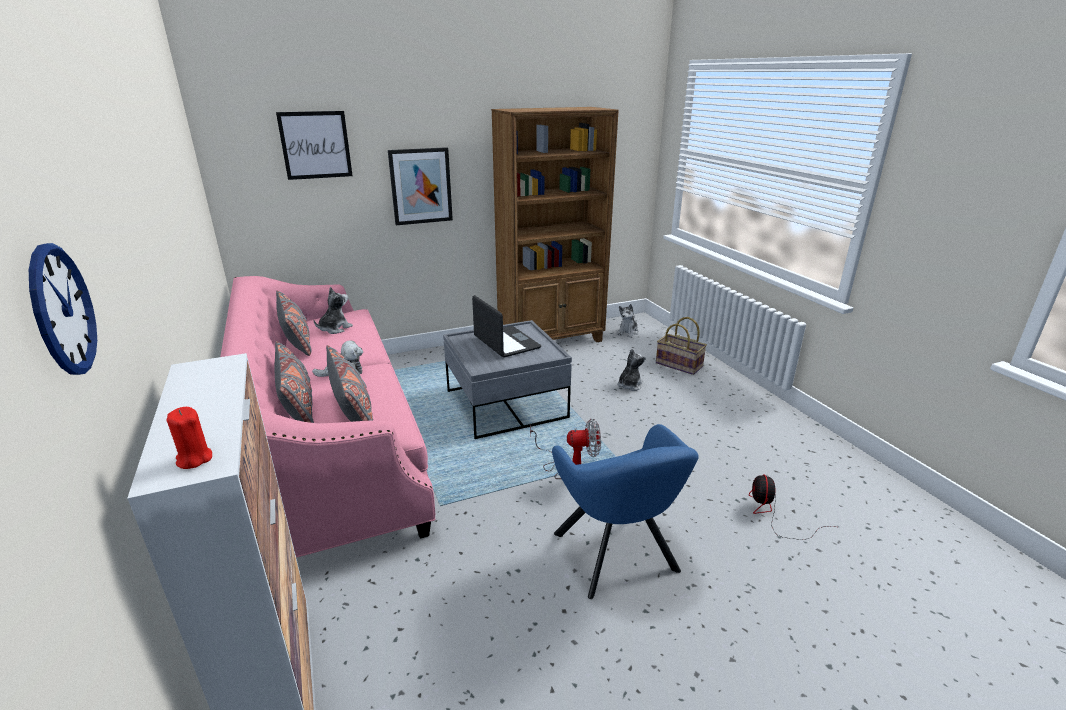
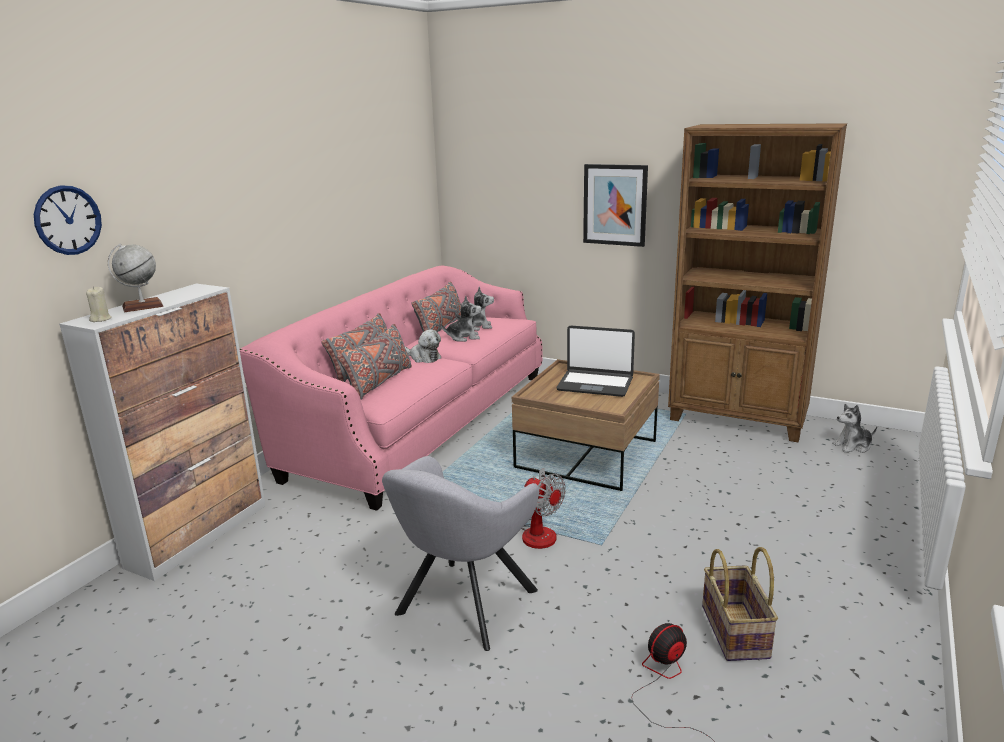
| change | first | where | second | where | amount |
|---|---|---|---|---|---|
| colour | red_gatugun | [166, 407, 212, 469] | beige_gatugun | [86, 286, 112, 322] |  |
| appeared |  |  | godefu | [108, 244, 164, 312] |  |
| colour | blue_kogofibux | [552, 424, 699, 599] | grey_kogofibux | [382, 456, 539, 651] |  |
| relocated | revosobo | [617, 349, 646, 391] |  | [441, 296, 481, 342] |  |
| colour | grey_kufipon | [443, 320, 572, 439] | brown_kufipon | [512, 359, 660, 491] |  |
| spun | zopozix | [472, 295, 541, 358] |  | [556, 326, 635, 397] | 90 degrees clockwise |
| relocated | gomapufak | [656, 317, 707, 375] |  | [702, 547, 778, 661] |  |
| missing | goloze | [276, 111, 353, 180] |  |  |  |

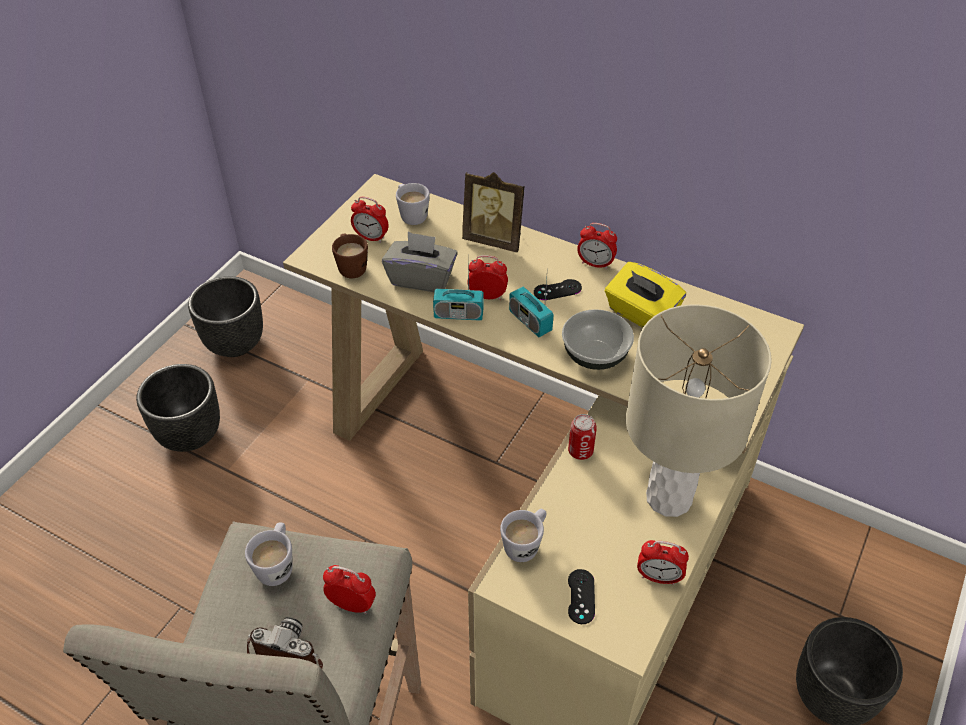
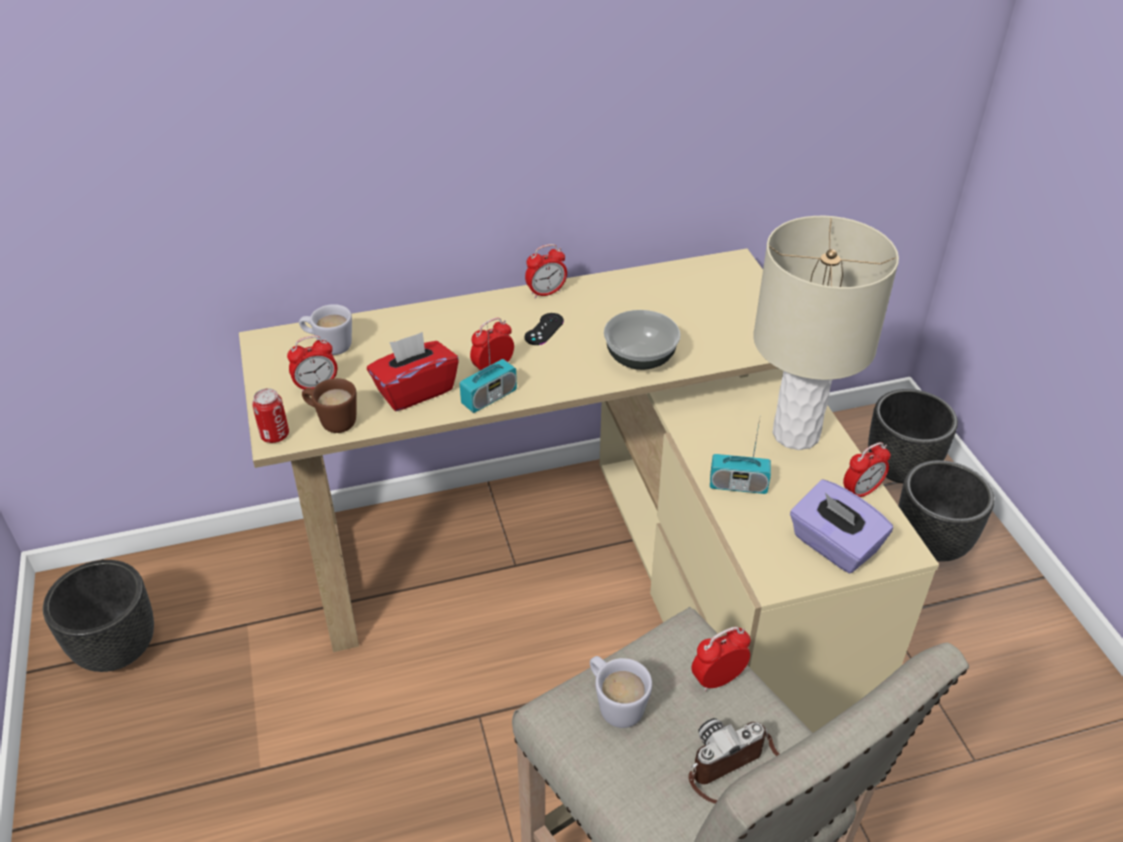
| change | first | where | second | where | amount |
|---|---|---|---|---|---|
| relocated | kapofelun | [568, 414, 597, 460] |  | [252, 388, 289, 443] |  |
| colour | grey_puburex | [382, 232, 458, 292] | red_puburex | [367, 332, 459, 411] |  |
| relocated | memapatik | [509, 268, 554, 337] |  | [710, 419, 771, 494] |  |
| exchanged | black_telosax | [568, 569, 595, 624] | purple_puburex | [790, 480, 893, 573] |  |
| relocated | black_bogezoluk | [136, 364, 220, 452] |  | [868, 389, 958, 483] |  |
| missing | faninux | [462, 172, 525, 252] |  |  |  |
| missing | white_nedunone | [500, 509, 547, 562] |  |  |  |
| missing | yellow_puburex | [605, 262, 686, 328] |  |  |  |

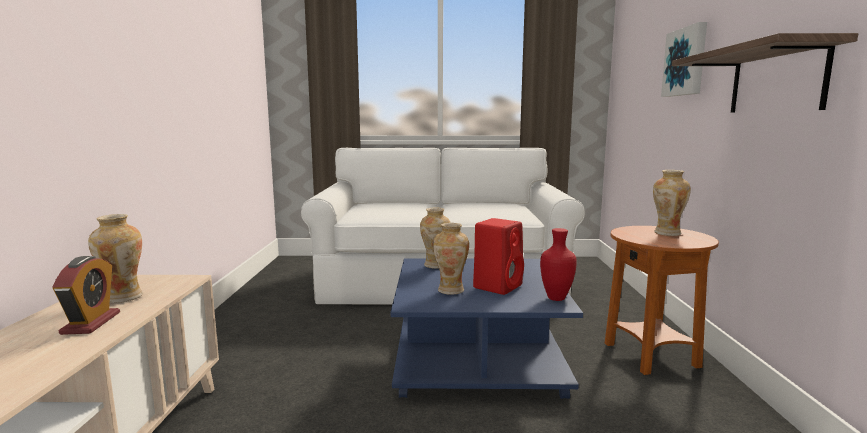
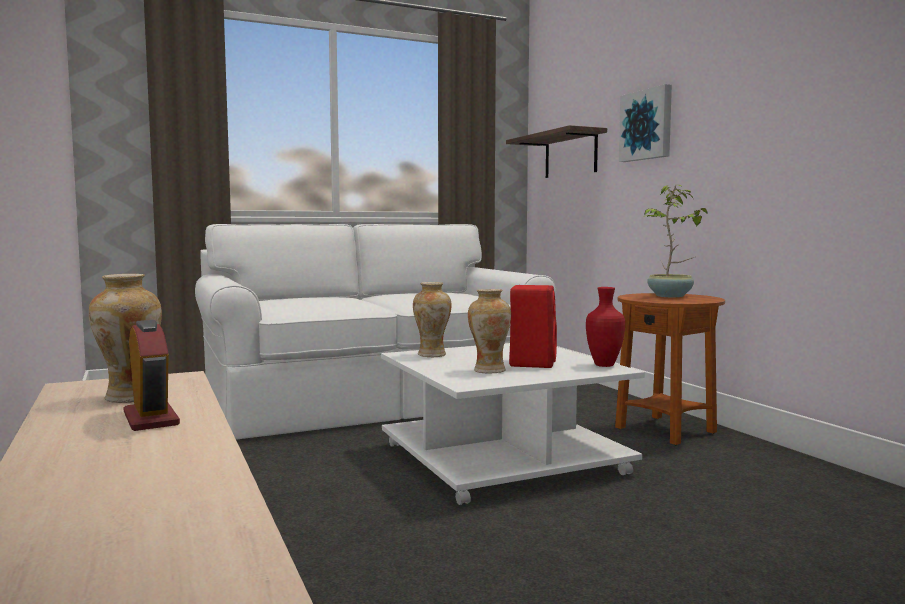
| change | first | where | second | where | amount |
|---|---|---|---|---|---|
| colour | blue_kufipon | [391, 258, 583, 399] | white_kufipon | [381, 343, 645, 505] |  |
| relocated | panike | [672, 33, 858, 113] |  | [506, 125, 607, 178] |  |
| exchanged | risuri | [653, 170, 691, 236] | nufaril | [643, 185, 707, 297] |  |

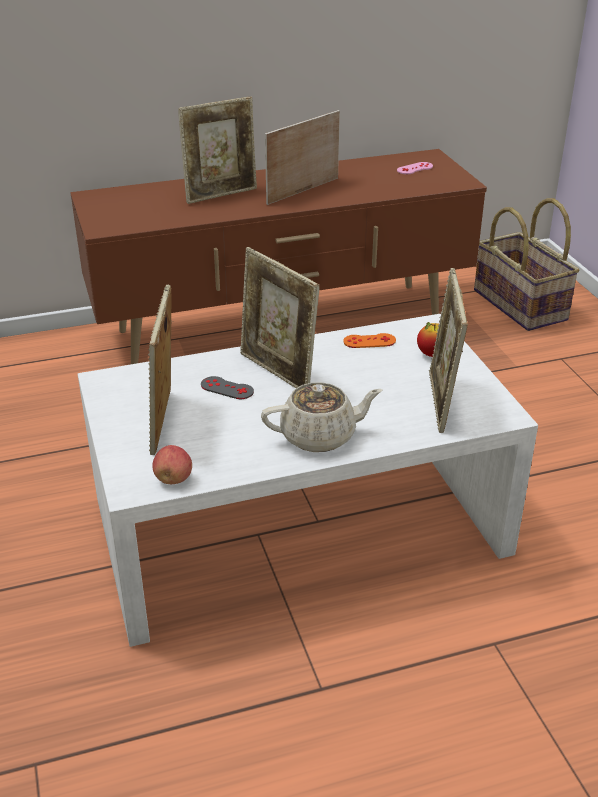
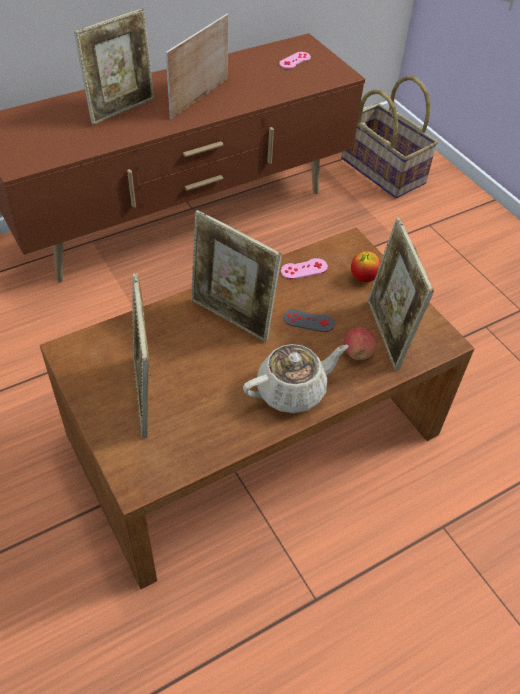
| change | first | where | second | where | amount |
|---|---|---|---|---|---|
| colour | white_kufipon | [78, 314, 538, 647] | brown_kufipon | [40, 228, 474, 589] |  |
| colour | orange_telosax | [343, 333, 396, 348] | pink_telosax | [281, 258, 328, 279] |  |
| relocated | grey_telosax | [201, 376, 254, 399] |  | [283, 309, 335, 332] |  |
| relocated | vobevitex | [152, 445, 192, 484] |  | [344, 328, 377, 360] |  |

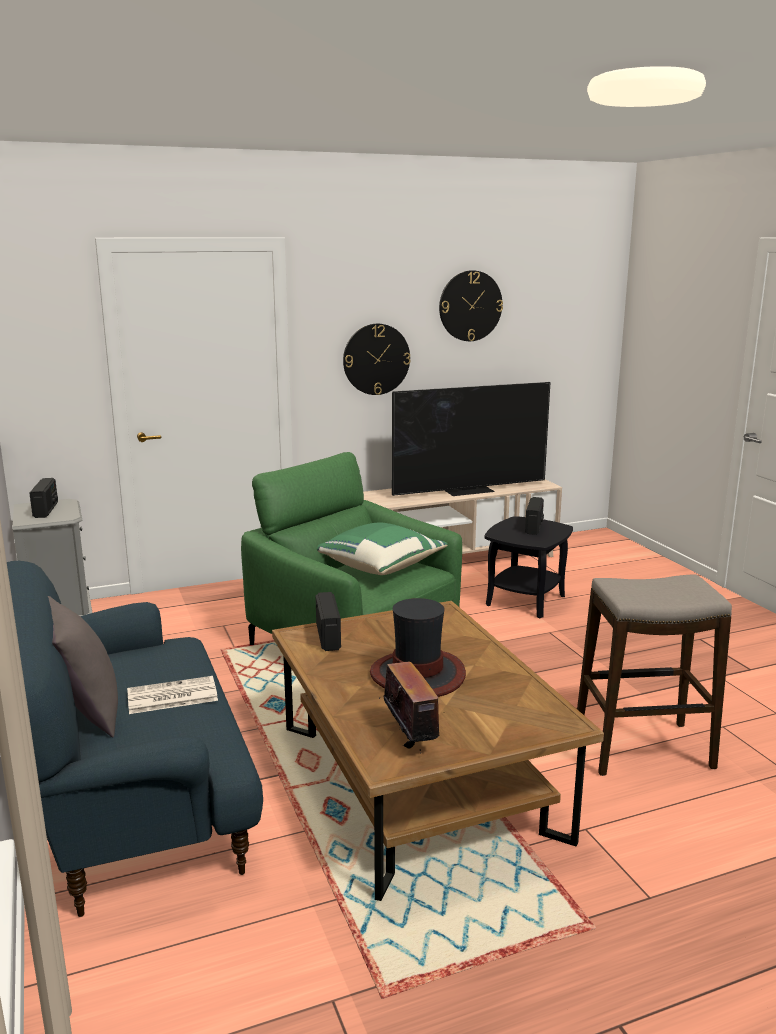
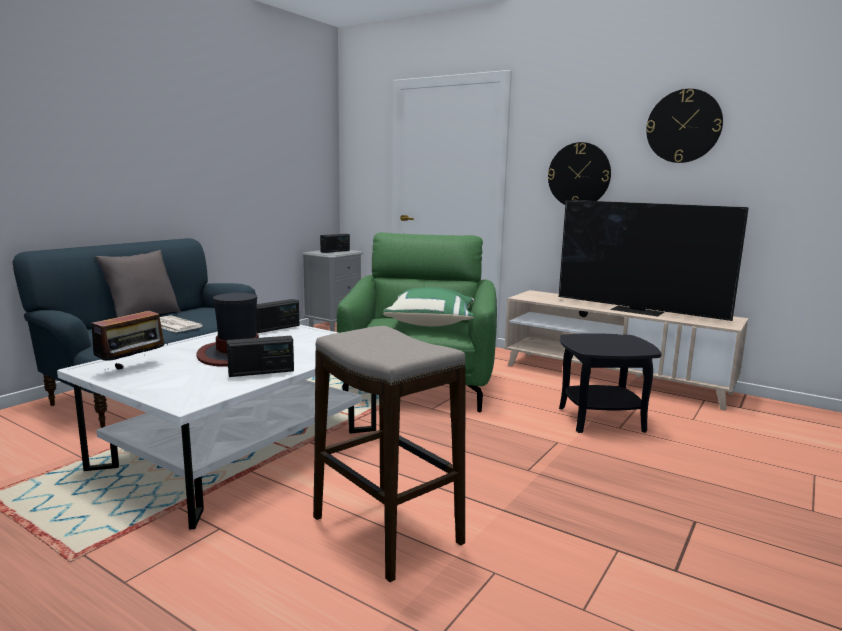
| change | first | where | second | where | amount |
|---|---|---|---|---|---|
| colour | brown_kufipon | [272, 601, 604, 901] | white_kufipon | [57, 324, 376, 529] |  |
| relocated | memapatik | [525, 497, 544, 535] |  | [227, 336, 294, 377] |  |

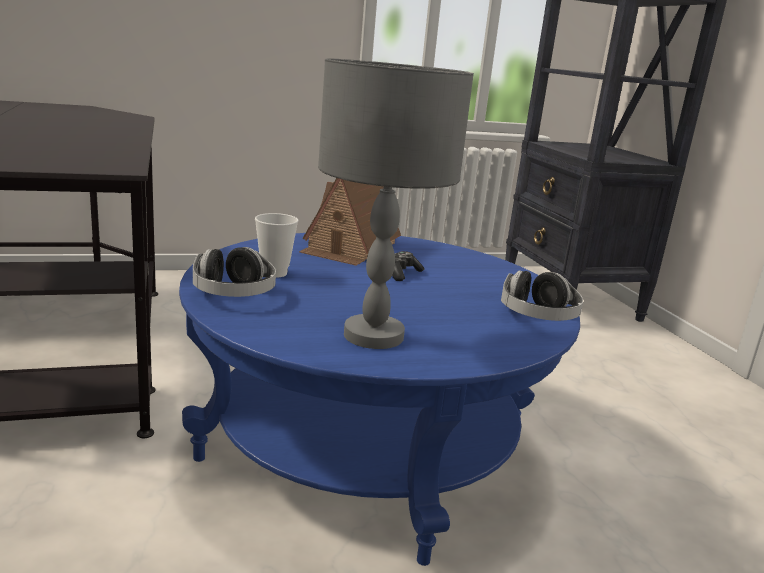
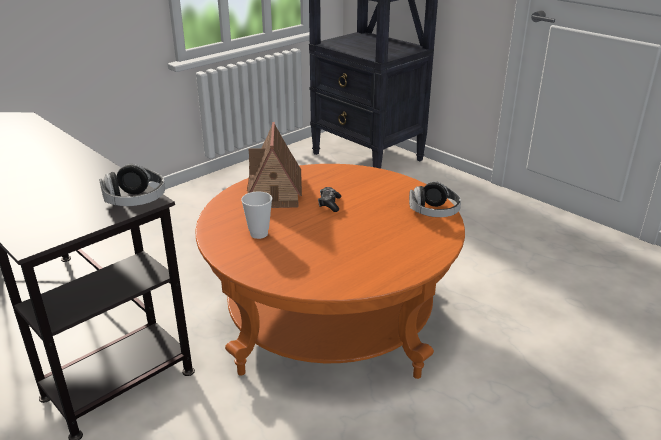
| change | first | where | second | where | amount |
|---|---|---|---|---|---|
| relocated | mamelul | [193, 247, 276, 297] |  | [99, 164, 165, 206] |  |
| colour | blue_kufipon | [179, 233, 580, 566] | orange_kufipon | [195, 164, 465, 379] |  |
| missing | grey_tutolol | [318, 58, 474, 349] |  |  |  |

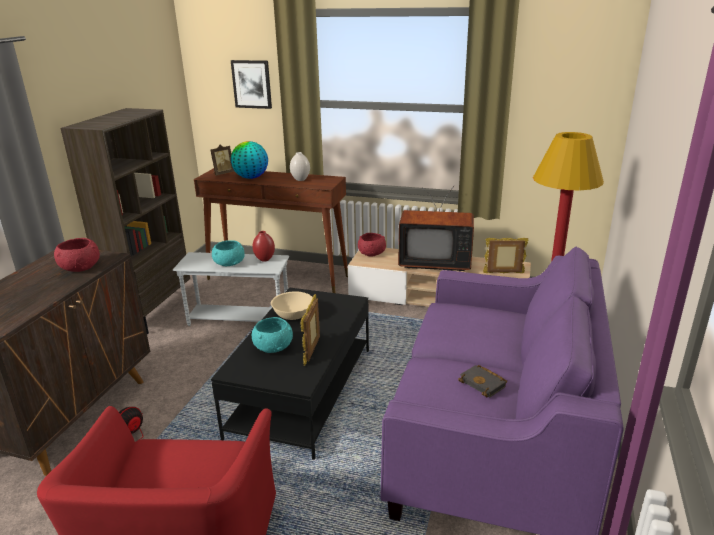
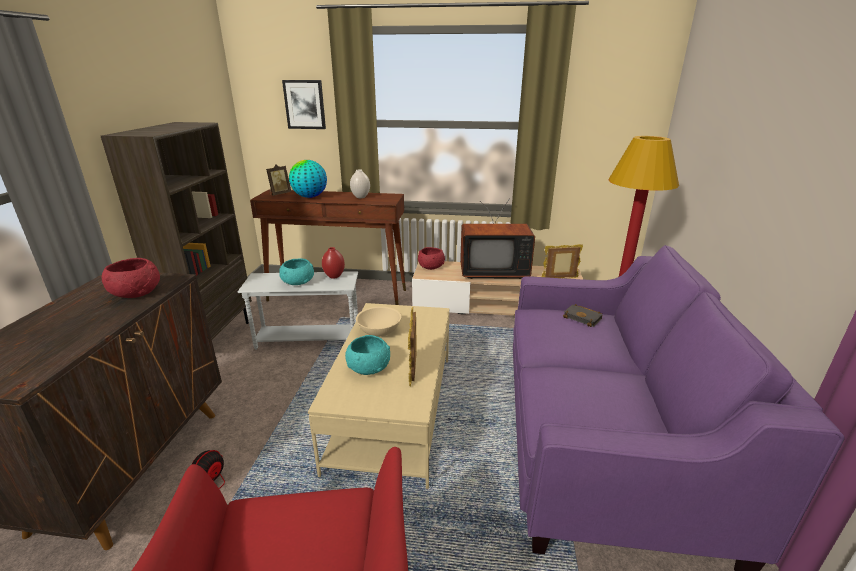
| change | first | where | second | where | amount |
|---|---|---|---|---|---|
| colour | black_kufipon | [211, 287, 369, 460] | beige_kufipon | [308, 303, 449, 489] |  |
| relocated | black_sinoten | [458, 365, 507, 397] |  | [563, 304, 603, 327] |  |

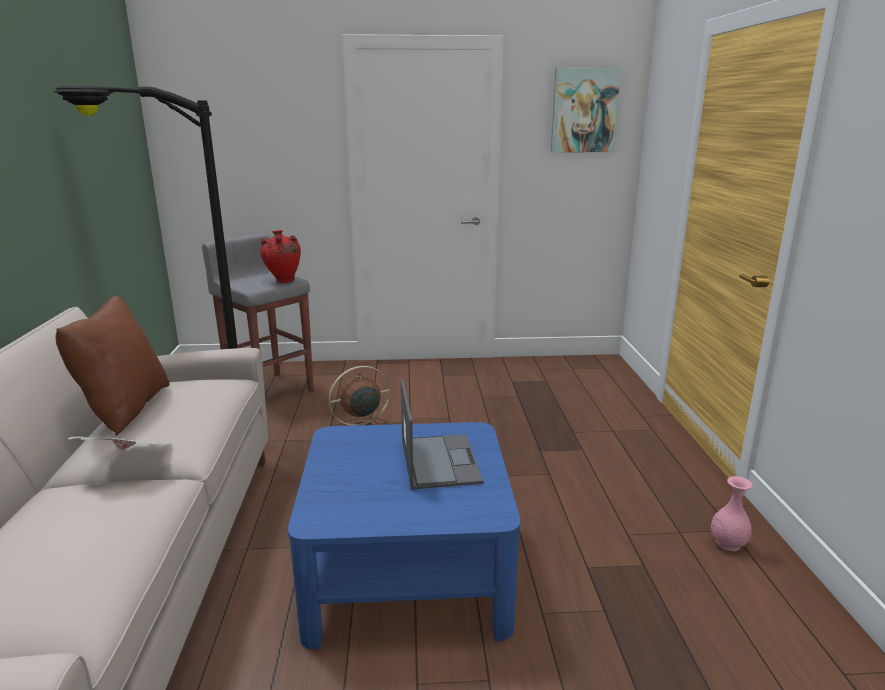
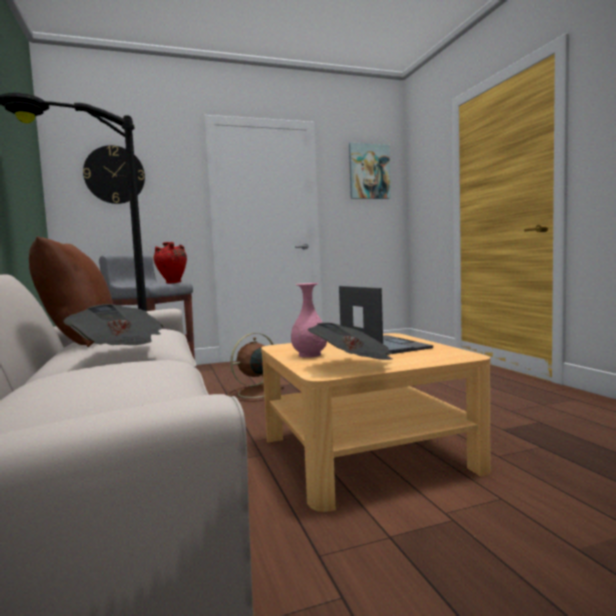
| change | first | where | second | where | amount |
|---|---|---|---|---|---|
| appeared |  |  | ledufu | [83, 145, 145, 204] |  |
| colour | blue_kufipon | [288, 422, 521, 649] | beige_kufipon | [261, 333, 491, 512] |  |
| relocated | pink_risuri | [711, 476, 753, 551] |  | [291, 283, 327, 358] |  |
| appeared |  |  | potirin | [308, 323, 393, 360] |  |

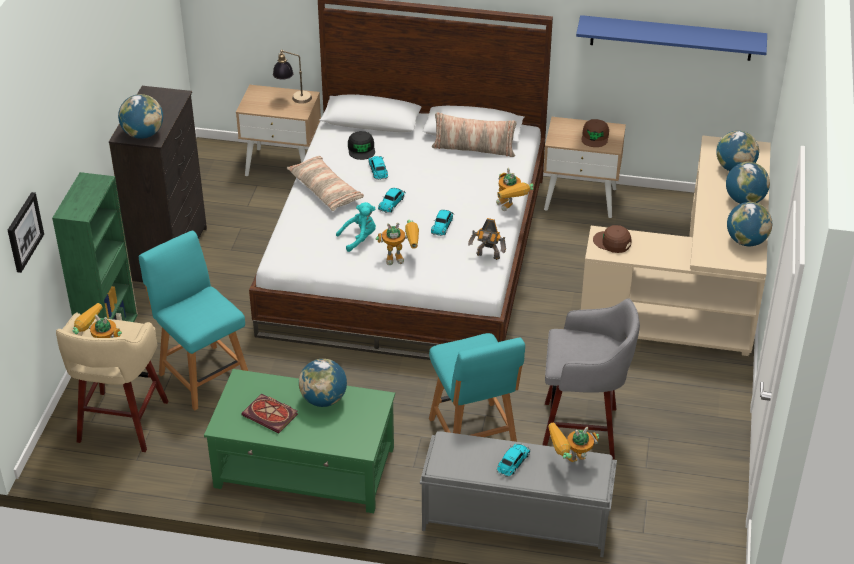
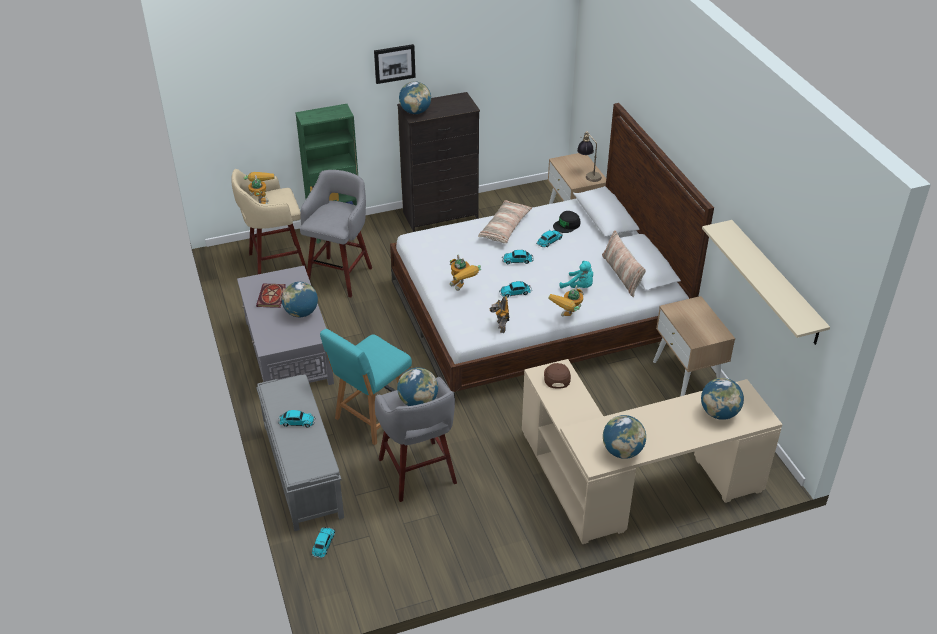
| change | first | where | second | where | amount |
|---|---|---|---|---|---|
| colour | green_kufipon | [204, 369, 395, 513] | grey_kufipon | [237, 266, 334, 385] |  |
| exchanged | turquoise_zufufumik | [139, 231, 248, 411] | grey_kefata | [300, 170, 372, 297] |  |
| appeared |  |  | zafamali | [311, 527, 335, 558] |  |
| relocated | goloze | [8, 192, 44, 273] |  | [374, 44, 416, 84] |  |
| relocated | godefu | [726, 162, 770, 204] |  | [397, 367, 438, 406] |  |
| relocated | turquoise_revosobo | [336, 202, 376, 252] |  | [559, 261, 593, 288] |  |
| colour | blue_panike | [576, 15, 767, 61] | beige_panike | [702, 220, 830, 345] |  |
| missing | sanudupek | [548, 423, 599, 462] |  |  |  |
| missing | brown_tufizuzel | [581, 119, 609, 147] |  |  |  |

